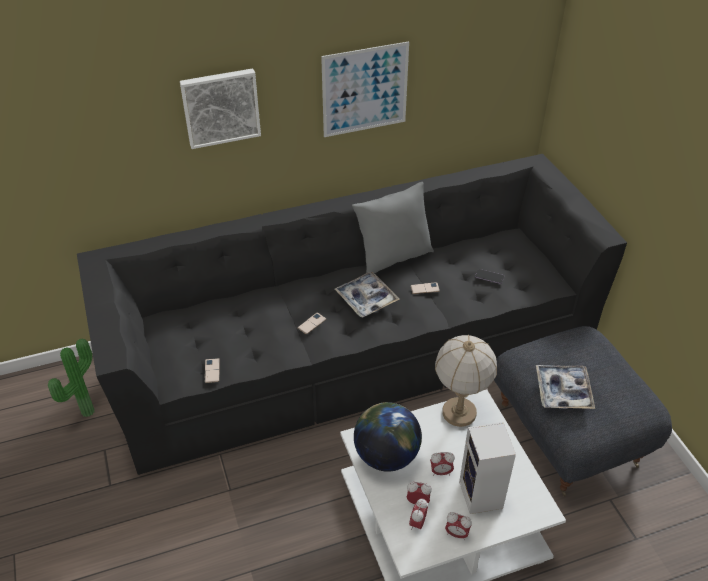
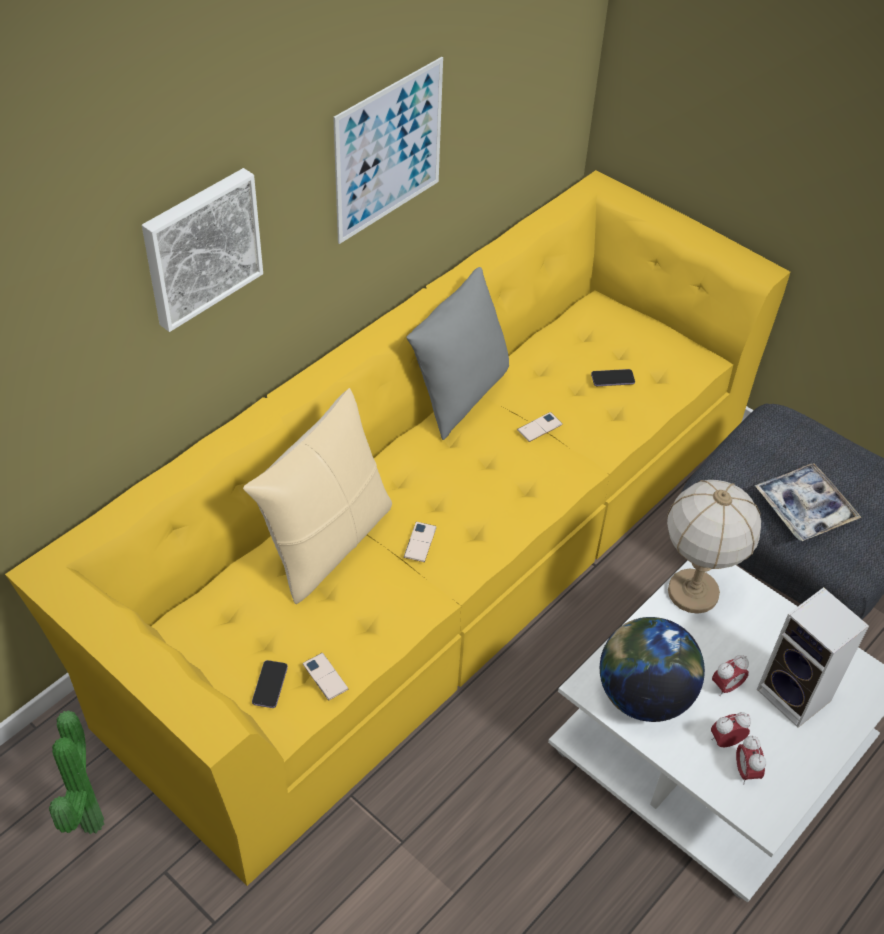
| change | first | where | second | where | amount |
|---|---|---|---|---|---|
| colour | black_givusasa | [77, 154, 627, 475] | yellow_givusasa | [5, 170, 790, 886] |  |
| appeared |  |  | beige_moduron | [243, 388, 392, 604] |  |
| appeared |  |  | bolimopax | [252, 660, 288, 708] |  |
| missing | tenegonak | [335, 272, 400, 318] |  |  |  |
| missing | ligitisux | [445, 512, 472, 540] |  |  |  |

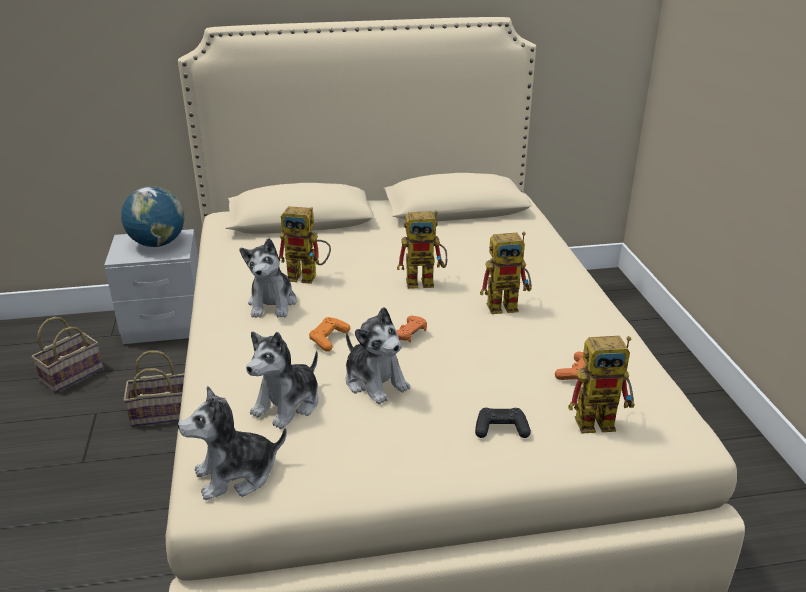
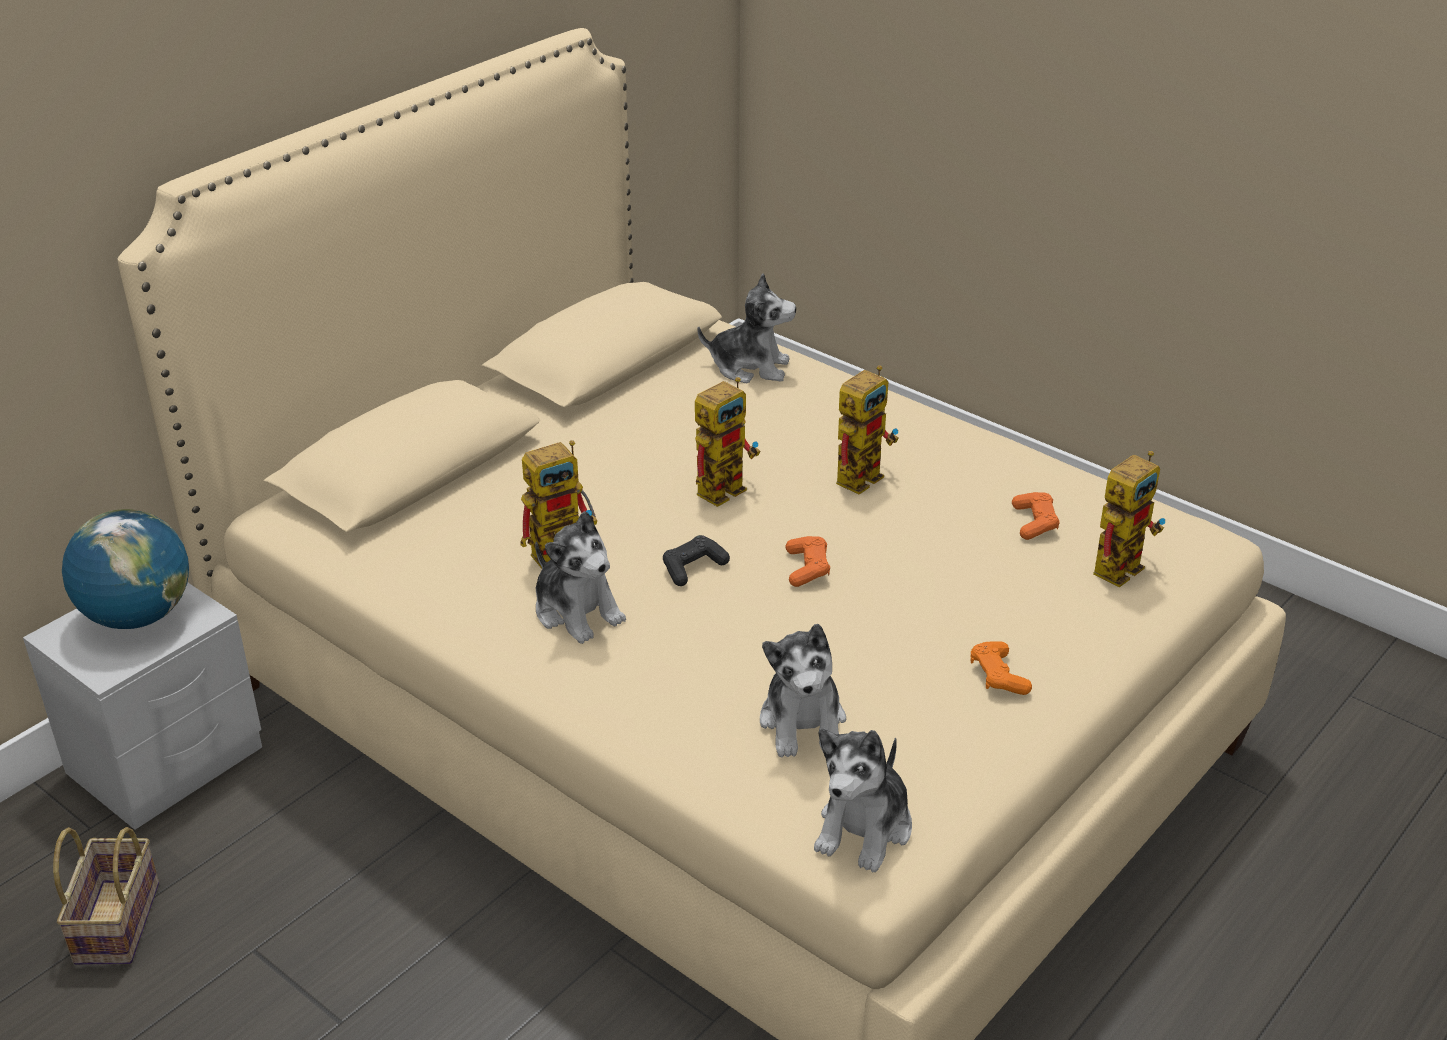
| change | first | where | second | where | amount |
|---|---|---|---|---|---|
| relocated | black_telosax | [475, 408, 531, 438] |  | [663, 535, 730, 586] |  |
| relocated | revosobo | [346, 307, 410, 404] |  | [698, 273, 796, 383] |  |
| relocated | orange_telosax | [309, 317, 350, 352] |  | [971, 642, 1032, 695] |  |
| missing | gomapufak | [123, 350, 185, 427] |  |  |  |

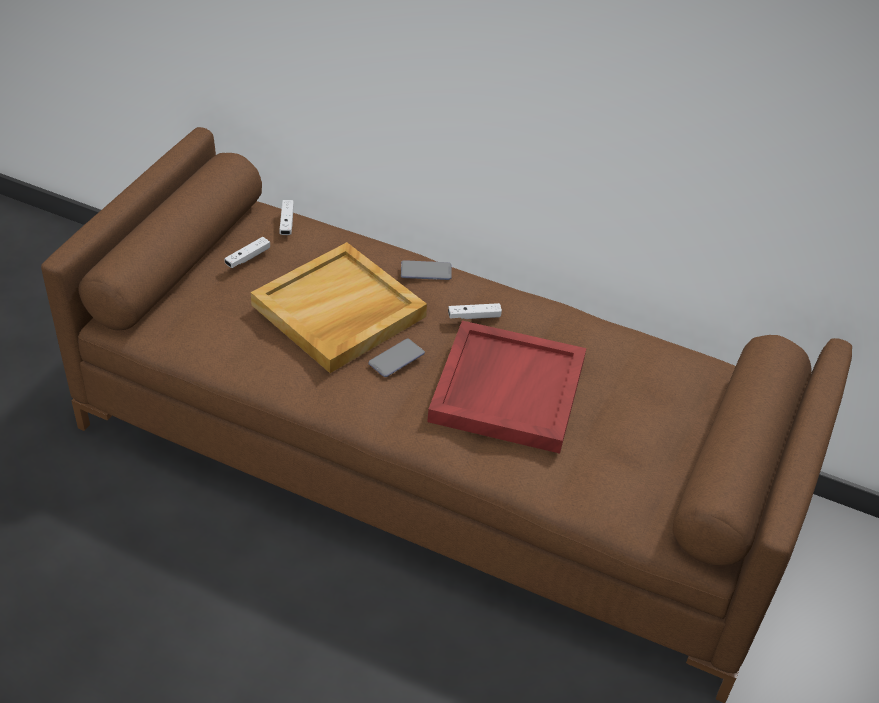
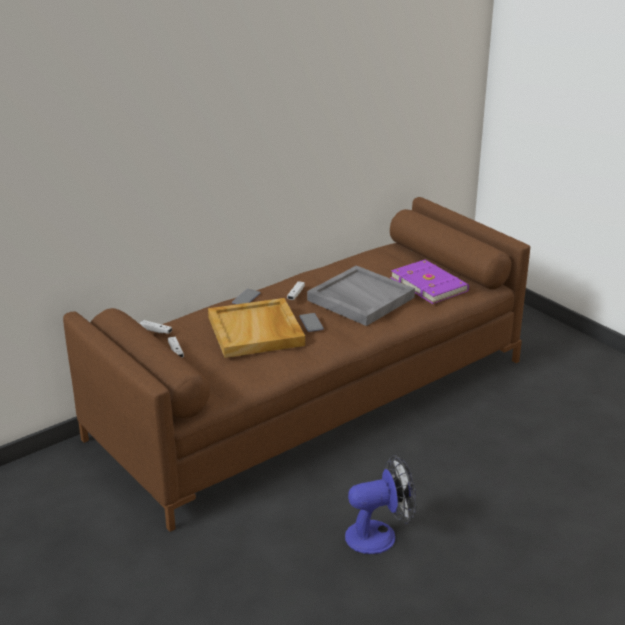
| change | first | where | second | where | amount |
|---|---|---|---|---|---|
| colour | red_tenegonak | [427, 321, 586, 454] | grey_tenegonak | [307, 265, 415, 326] |  |
| appeared |  |  | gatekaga | [345, 455, 416, 554] |  |
| appeared |  |  | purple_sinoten | [391, 260, 469, 304] |  |

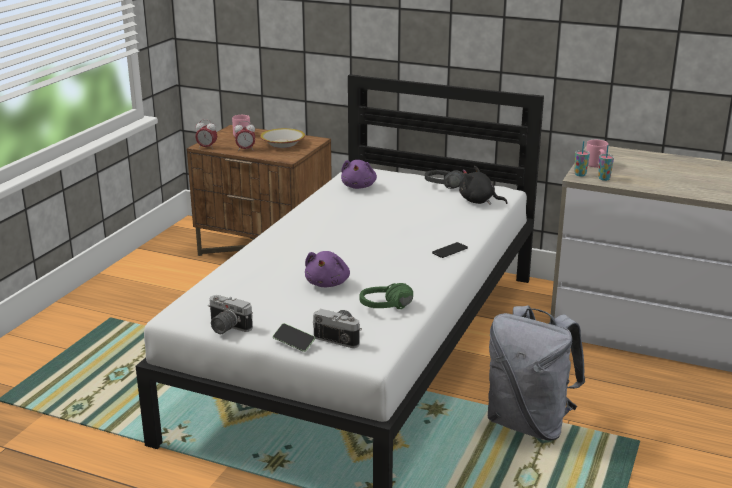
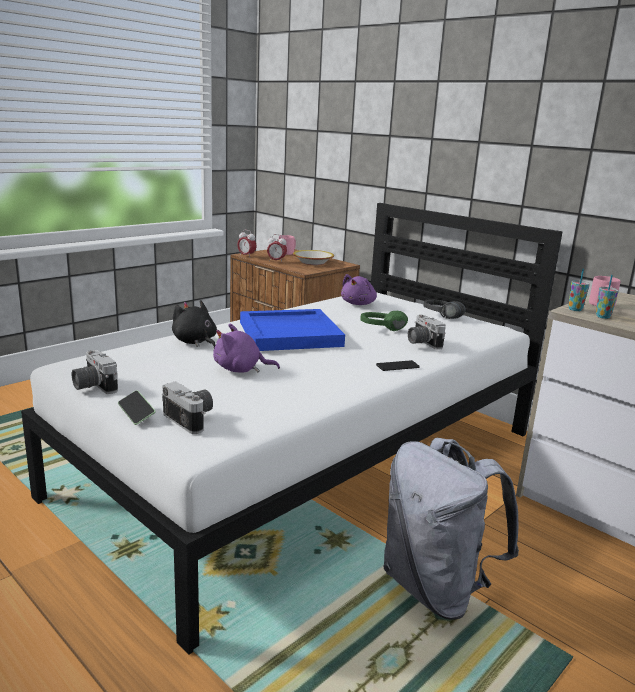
| change | first | where | second | where | amount |
|---|---|---|---|---|---|
| relocated | black_revosobo | [459, 166, 508, 205] |  | [172, 300, 217, 348] |  |
| spun | purple_revosobo | [305, 251, 350, 287] |  | [213, 324, 280, 373] | 60 degrees clockwise |
| appeared |  |  | blue_tenegonak | [240, 309, 345, 351] |  |
| relocated | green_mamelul | [359, 283, 413, 309] |  | [360, 311, 408, 331] |  |
| appeared |  |  | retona | [408, 315, 446, 349] |  |

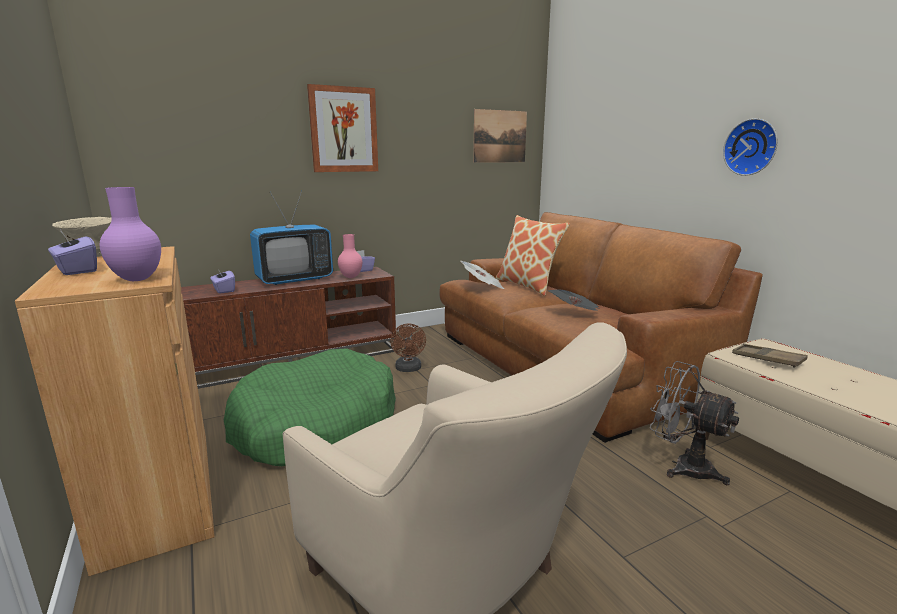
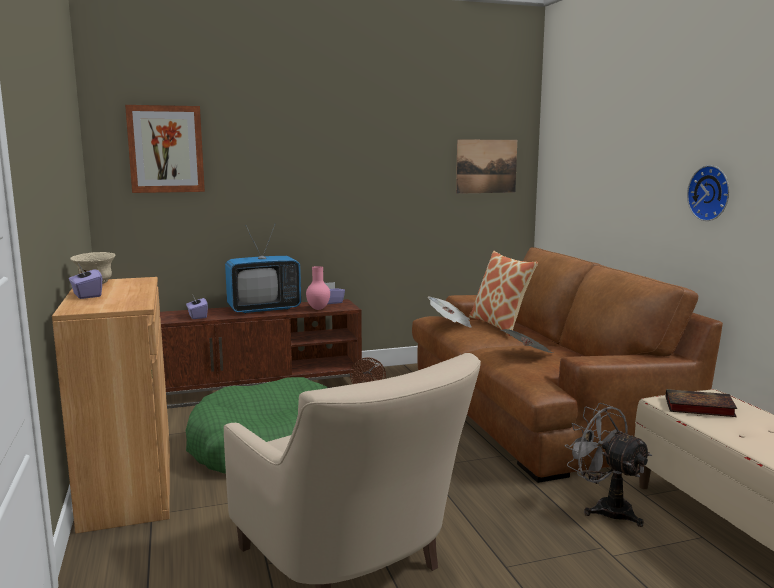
| change | first | where | second | where | amount |
|---|---|---|---|---|---|
| relocated | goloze | [307, 84, 378, 172] |  | [125, 105, 205, 193] |  |
| exchanged | brown_tenegonak | [732, 344, 808, 367] | sinoten | [666, 389, 737, 417] |  |
| missing | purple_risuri | [100, 187, 161, 281] |  |  |  |

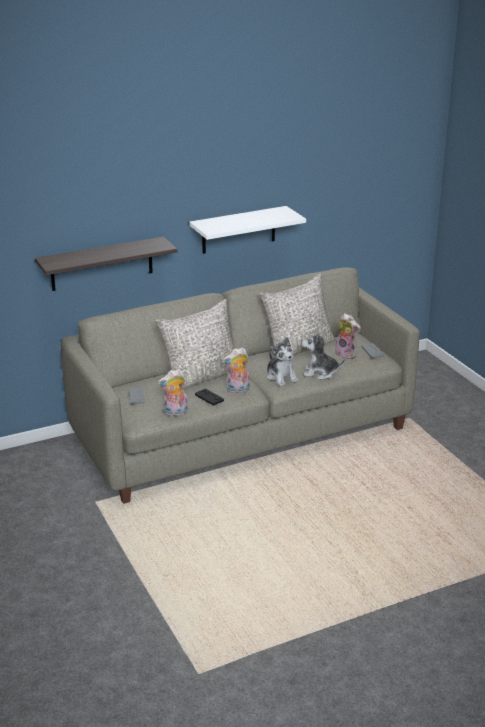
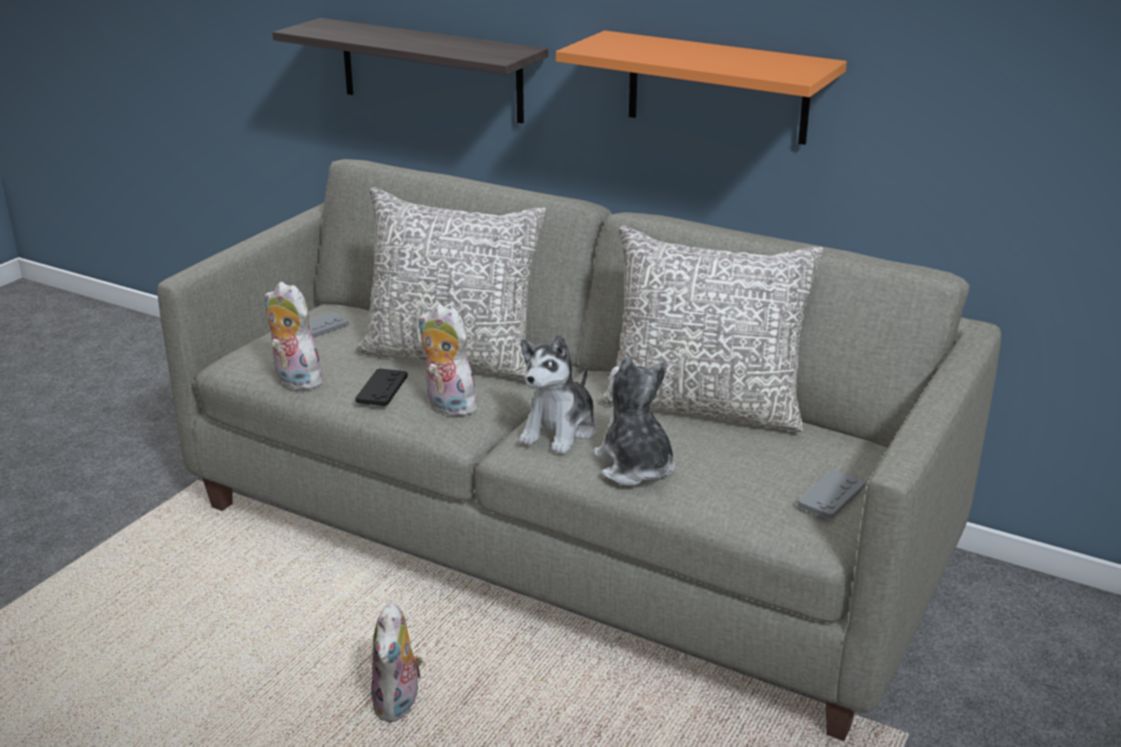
| change | first | where | second | where | amount |
|---|---|---|---|---|---|
| relocated | revosobo | [335, 313, 361, 359] |  | [371, 602, 423, 722] |  |
| colour | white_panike | [189, 206, 306, 254] | orange_panike | [556, 30, 847, 145] |  |

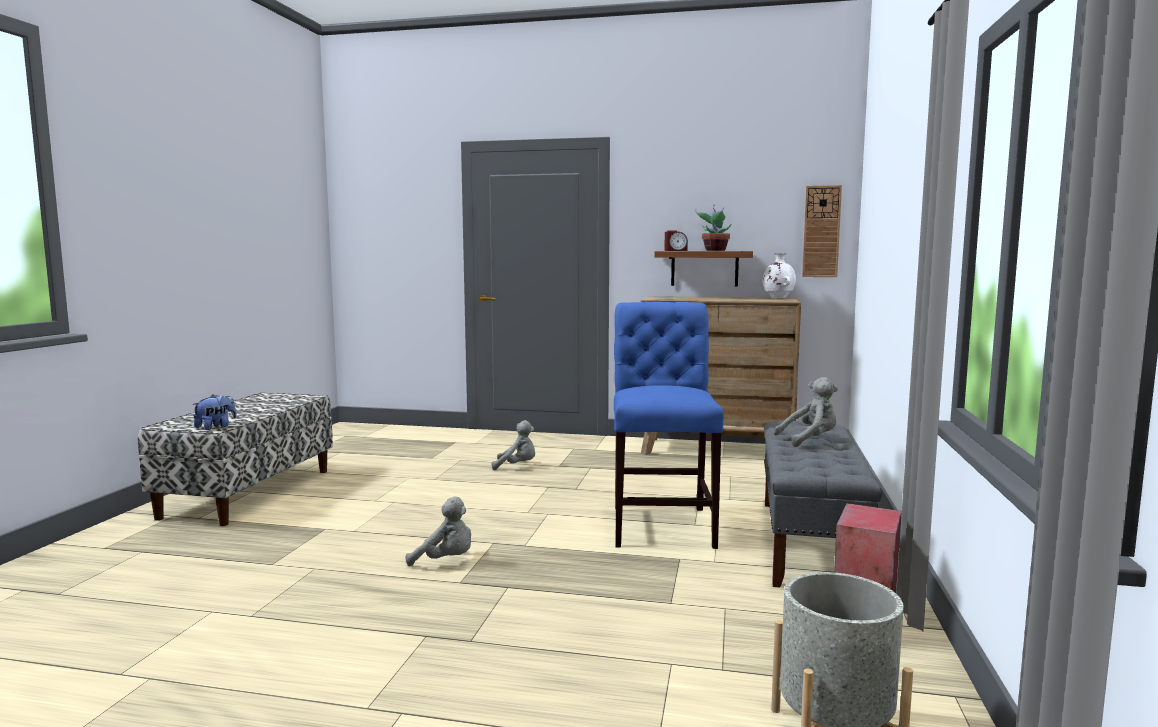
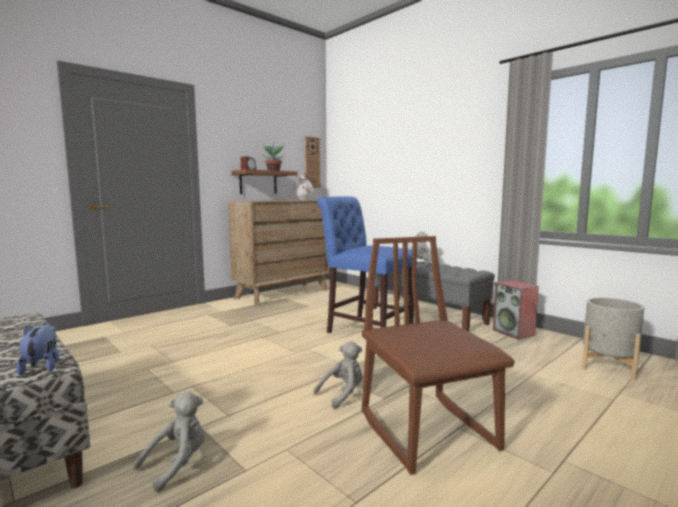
| change | first | where | second | where | amount |
|---|---|---|---|---|---|
| relocated | grey_revosobo | [492, 420, 535, 470] |  | [133, 392, 205, 492] |  |
| appeared |  |  | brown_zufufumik | [362, 236, 515, 475] |  |

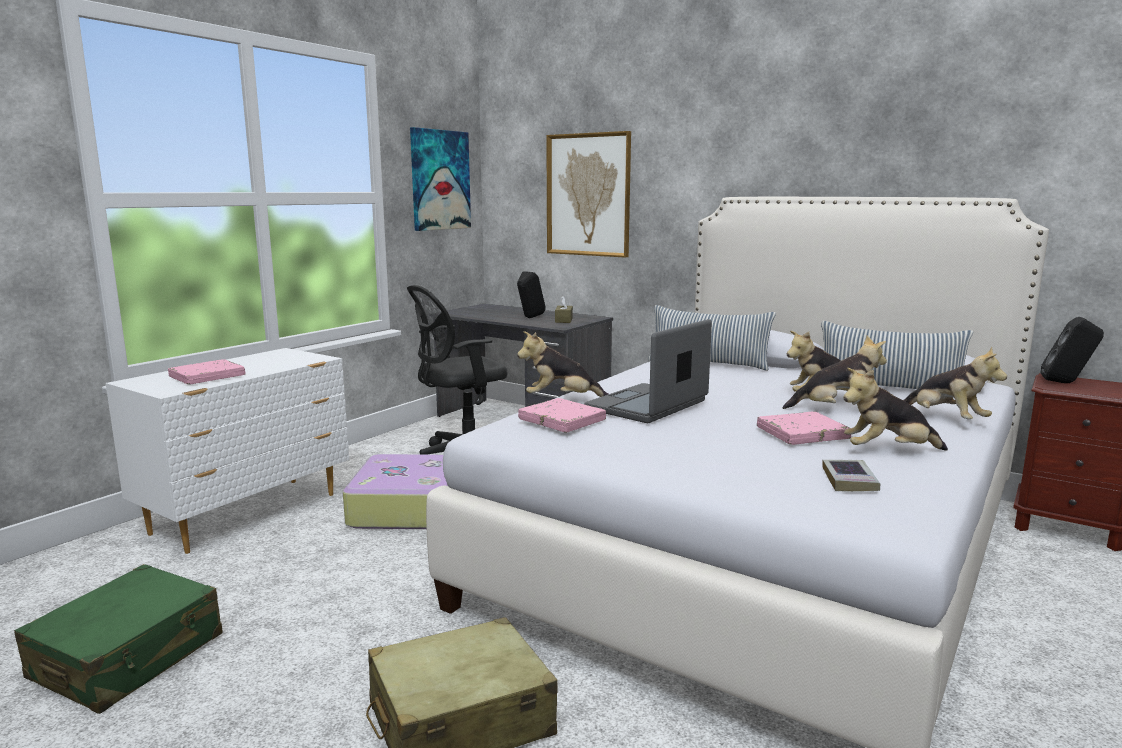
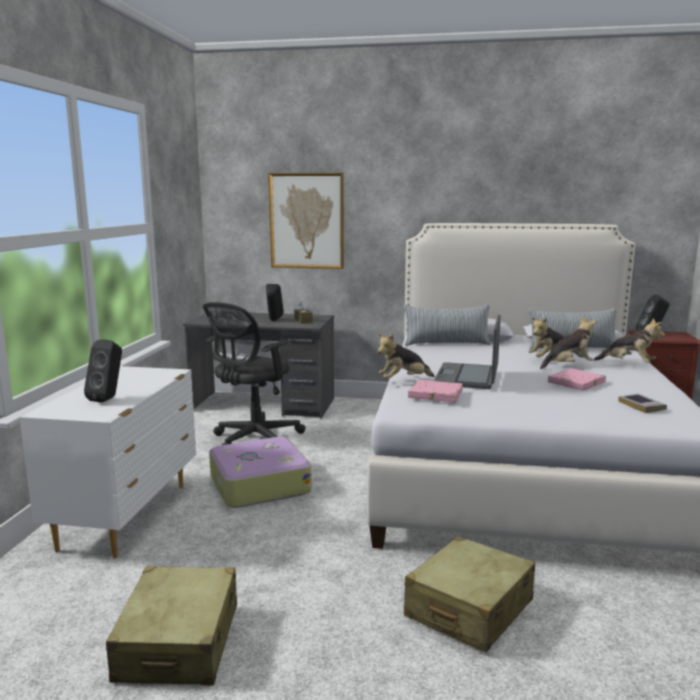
| change | first | where | second | where | amount |
|---|---|---|---|---|---|
| exchanged | pink_sinoten | [168, 359, 246, 384] | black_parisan | [84, 340, 122, 402] |  |
| colour | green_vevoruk | [14, 564, 223, 714] | beige_vevoruk | [106, 566, 237, 686] |  |
| missing | goloze | [410, 127, 471, 231] |  |  |  |
| missing | revosobo | [843, 368, 948, 451] |  |  |  |

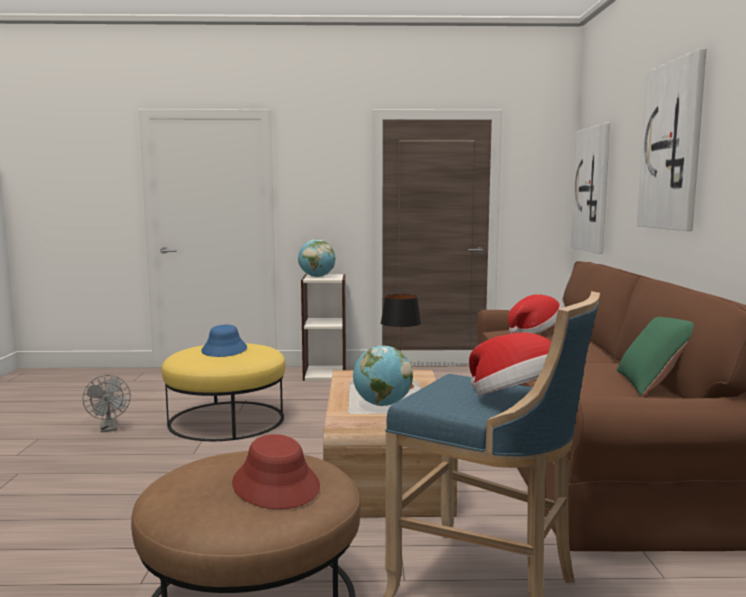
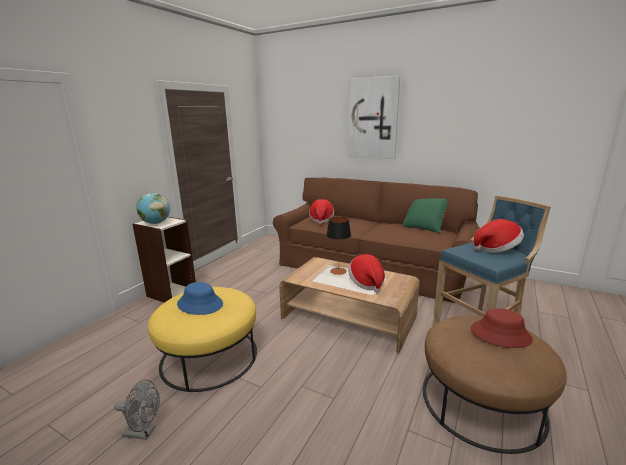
| change | first | where | second | where | amount |
|---|---|---|---|---|---|
| exchanged | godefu | [353, 346, 413, 406] | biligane | [348, 254, 385, 293] |  |
| missing | goloze | [571, 123, 610, 254] |  |  |  |

